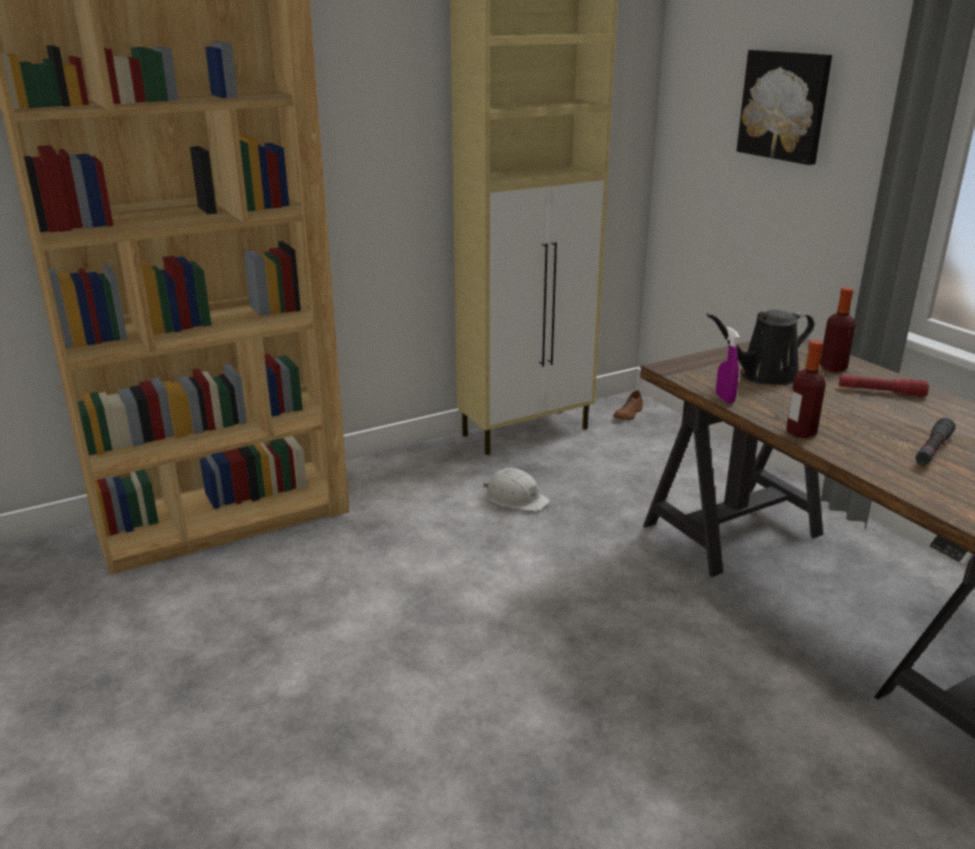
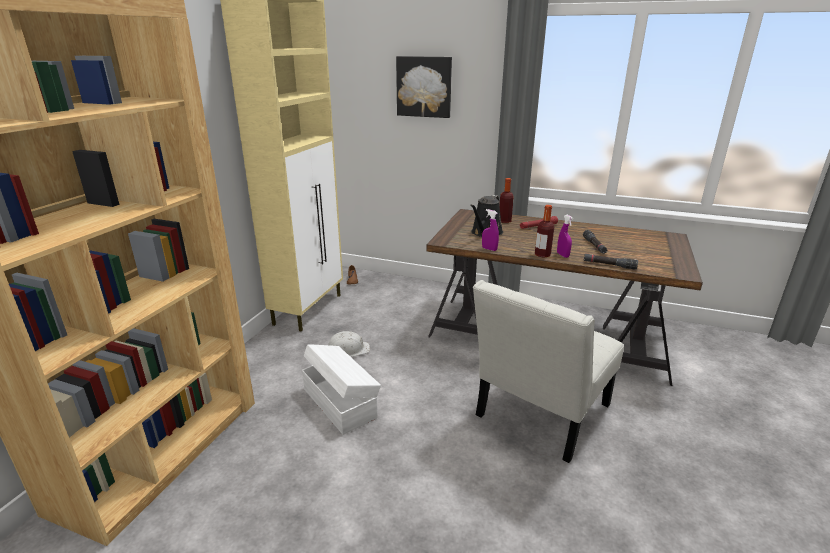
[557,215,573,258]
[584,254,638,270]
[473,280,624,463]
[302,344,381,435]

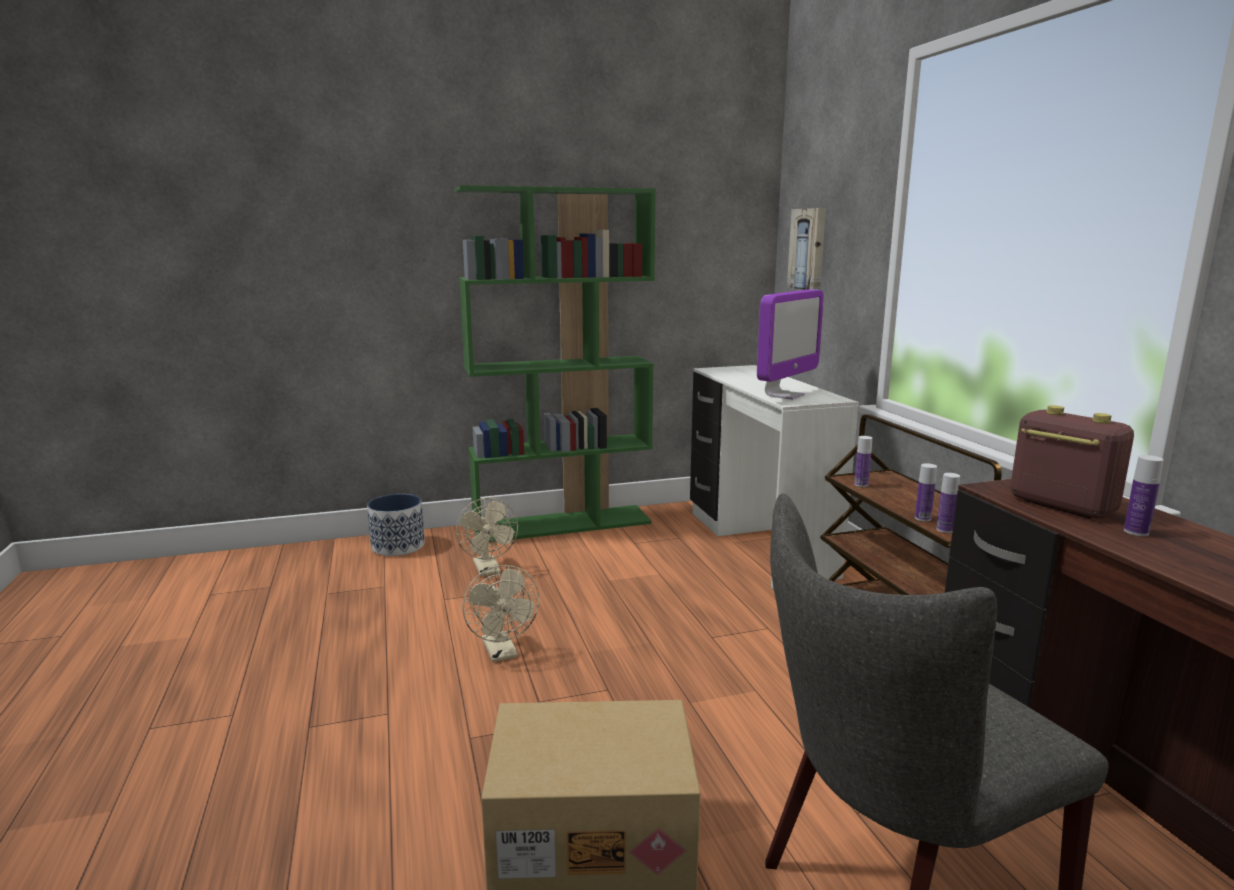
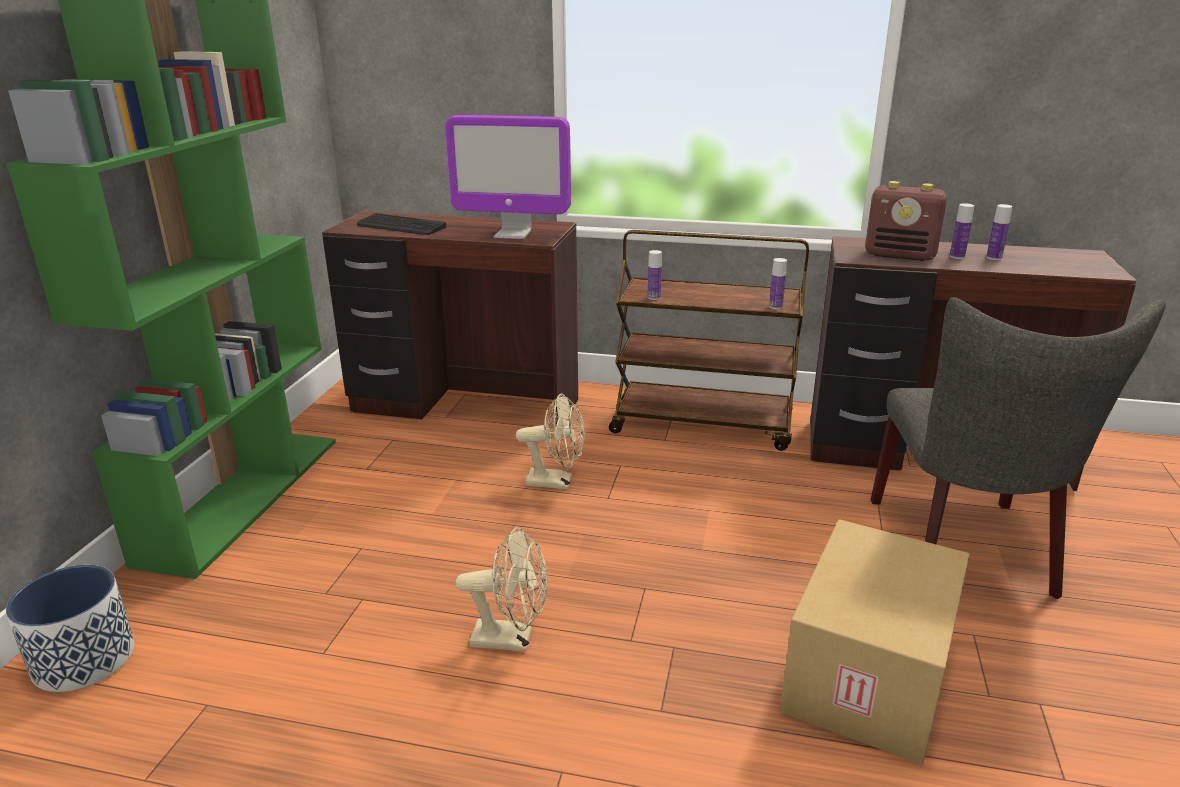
[787,208,826,290] (first image)
[445,115,571,239]
[322,211,578,425]
[865,181,947,261]
[986,204,1013,260]
[516,394,585,489]
[357,213,446,235]

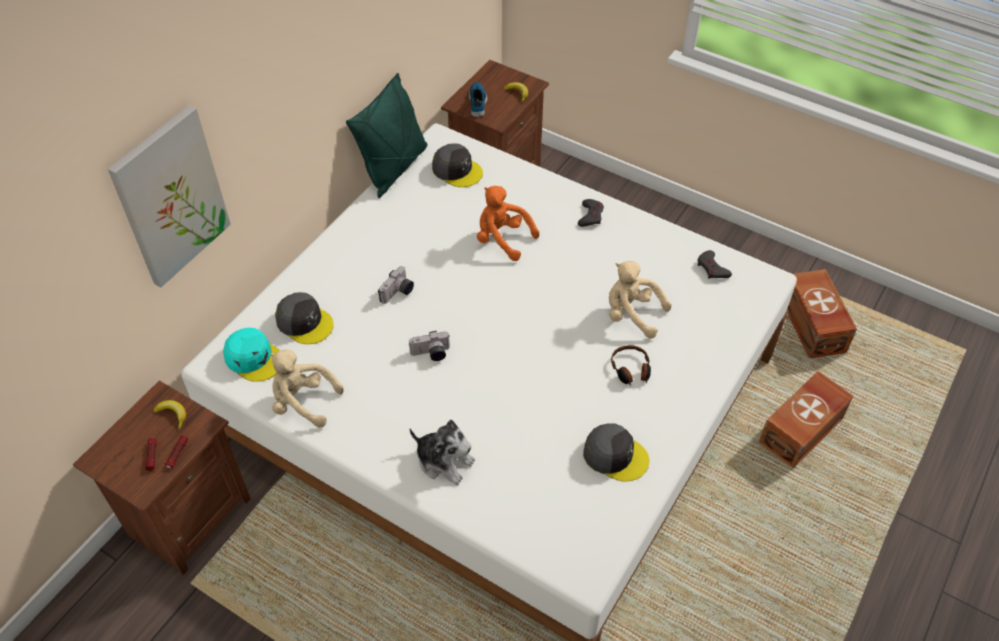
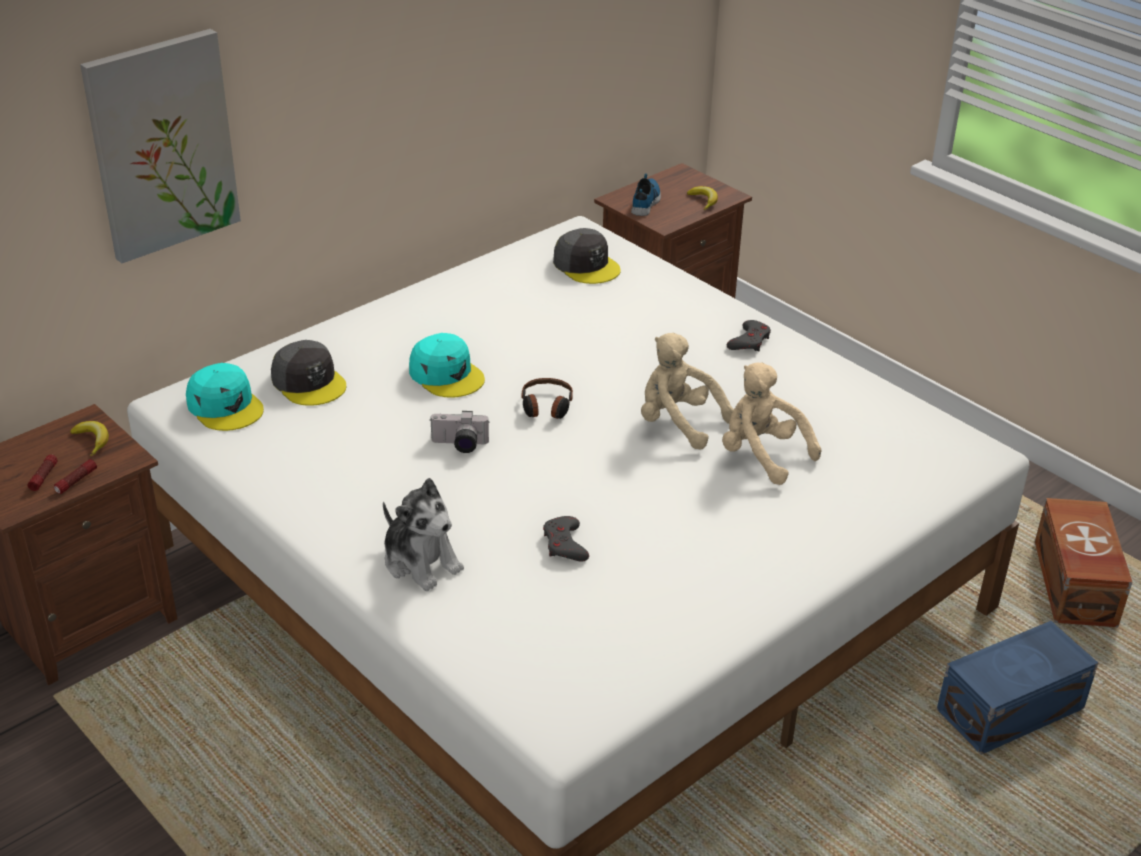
[346,73,427,198] (first image)
[477,186,539,261] (first image)
[543,516,589,562]
[409,333,485,398]
[522,378,573,419]
[641,333,734,450]
[937,621,1098,755]
[583,423,649,482] (first image)

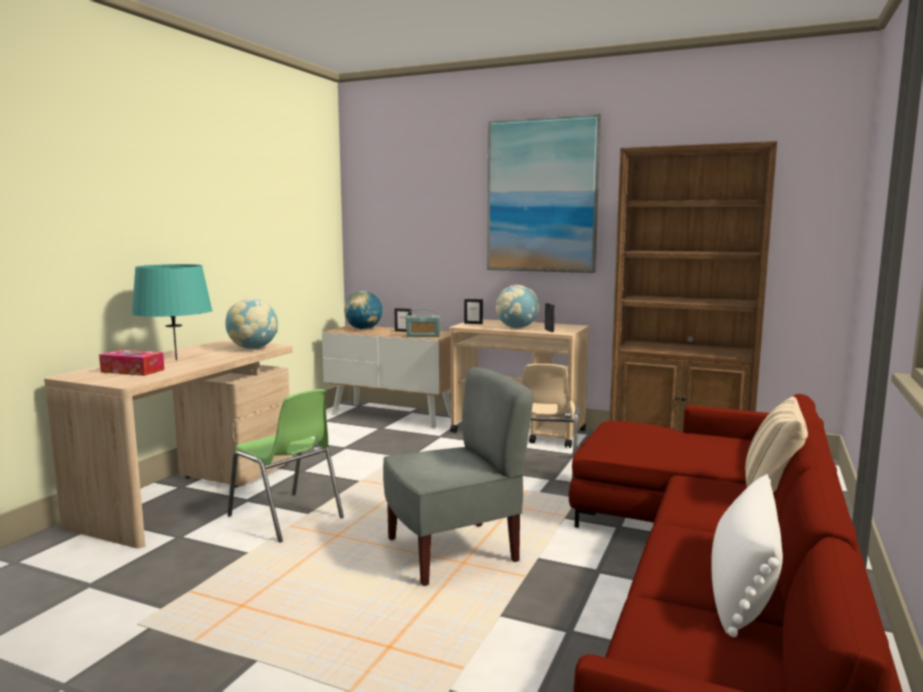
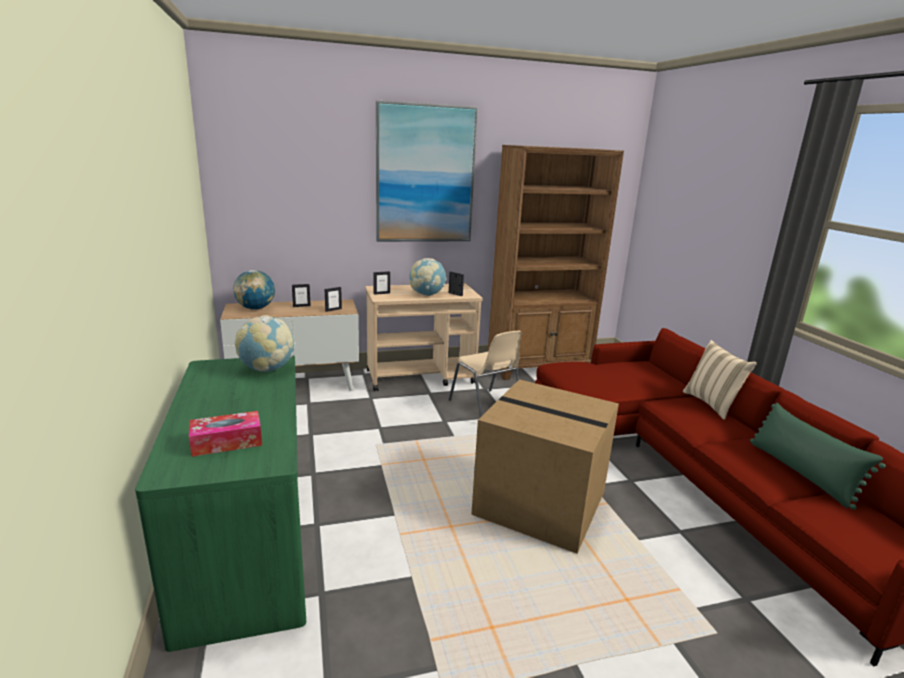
[131,264,212,360] (first image)
[325,287,342,312]
[135,355,306,652]
[471,379,619,554]
[227,389,344,542] (first image)
[750,403,886,510]

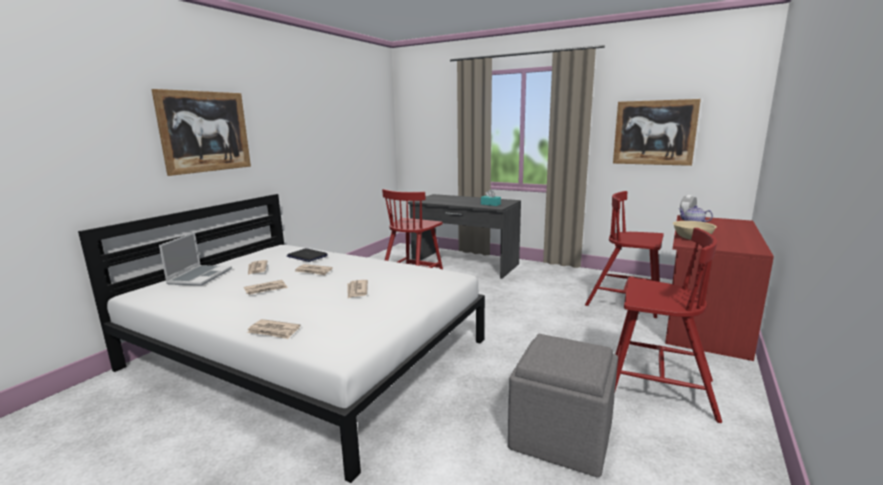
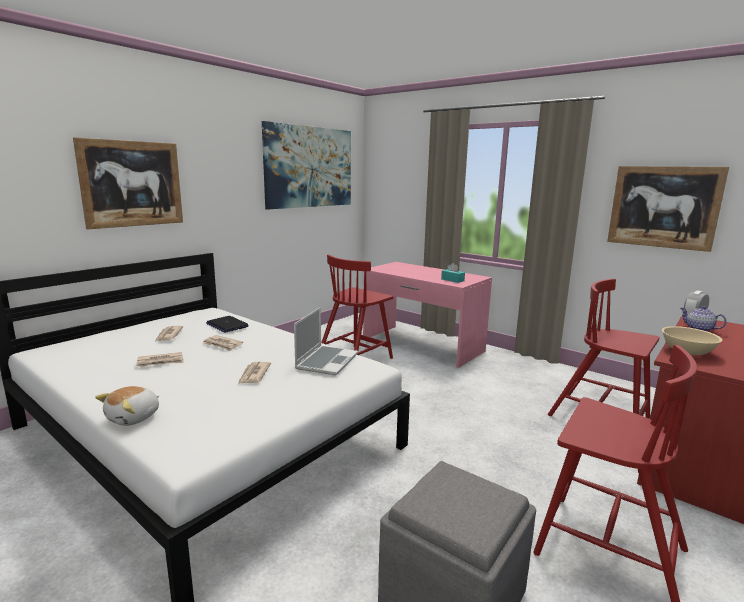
[362,262,492,368]
[294,307,358,376]
[95,386,159,426]
[262,121,351,210]

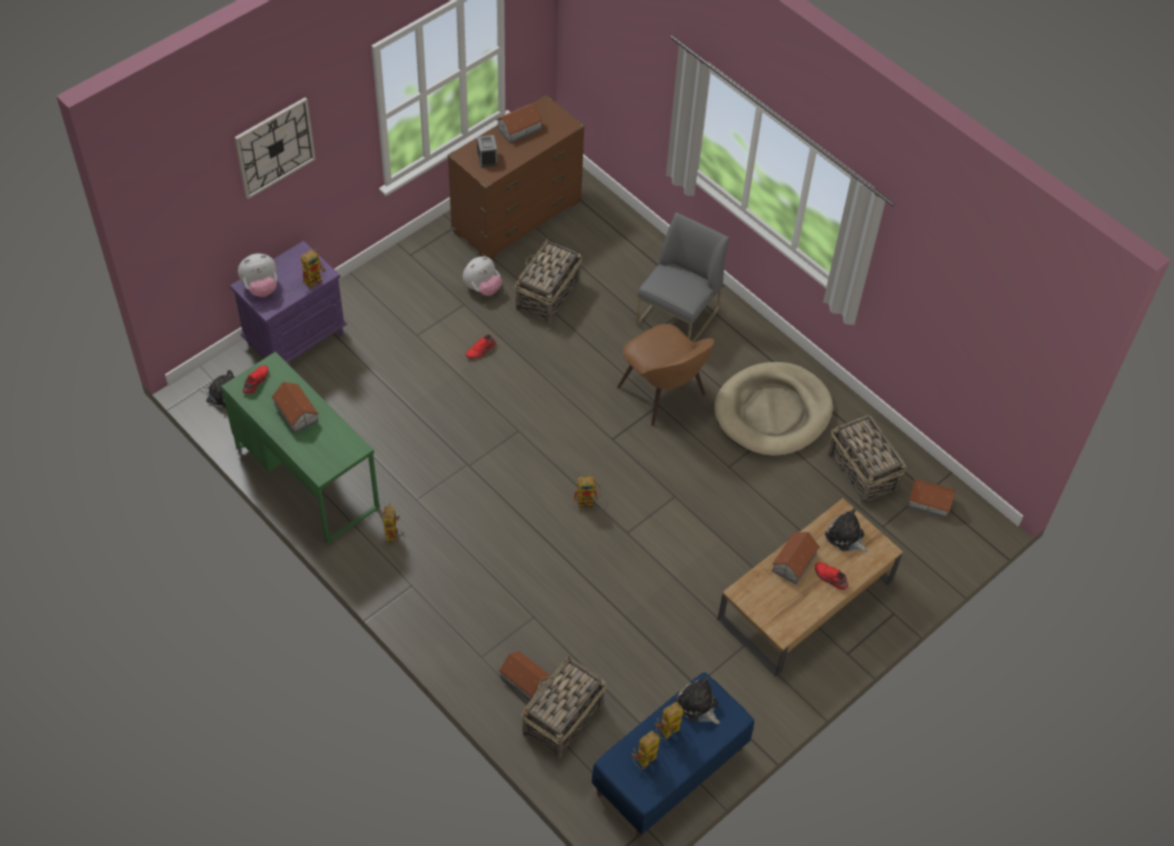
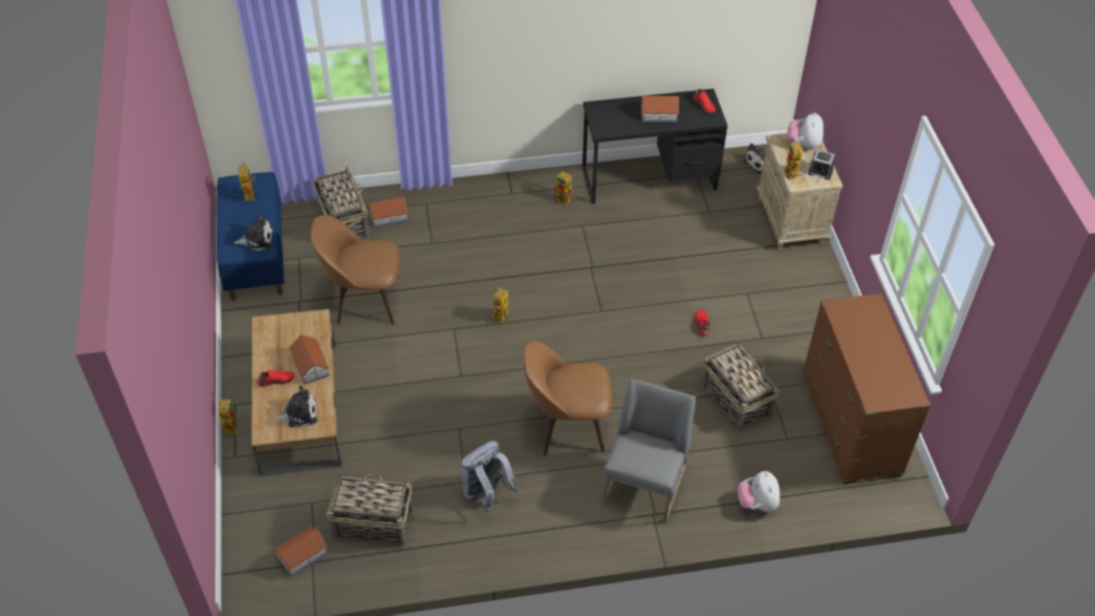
[235,97,316,199] (first image)
[496,103,543,143] (first image)
[808,150,836,180]
[603,378,696,522]
[756,133,843,250]
[737,471,780,512]
[582,89,728,204]
[461,441,519,512]
[218,396,238,435]
[311,215,399,324]

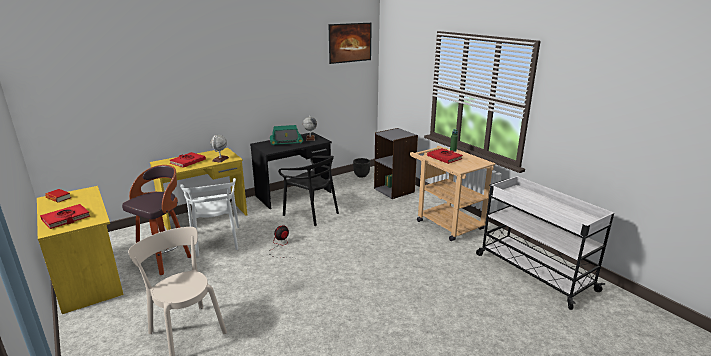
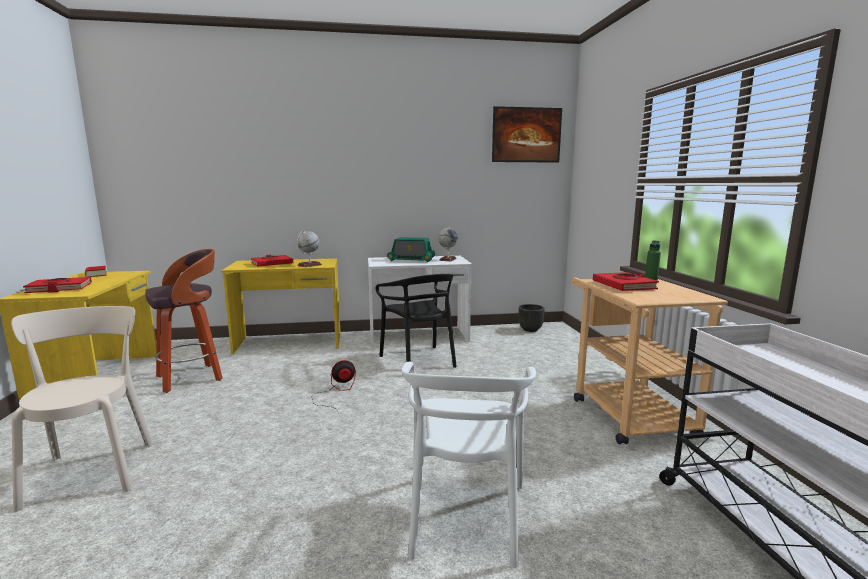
[374,128,418,199] (first image)
[368,256,472,347]
[402,362,536,568]

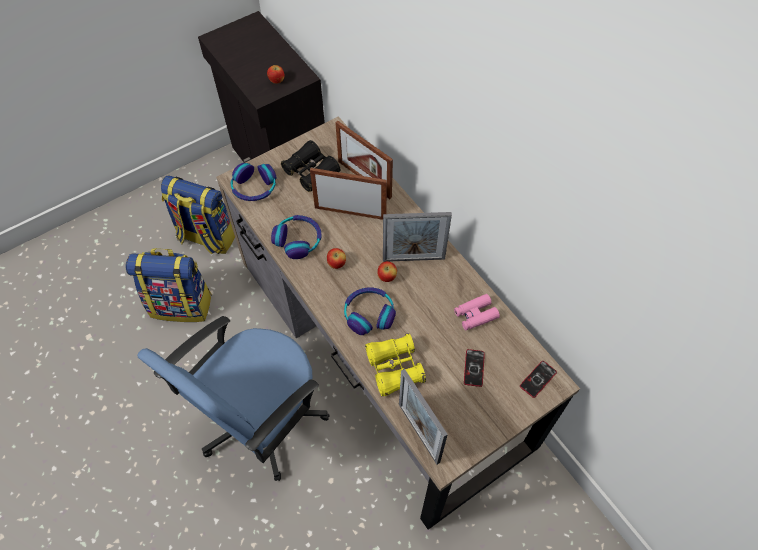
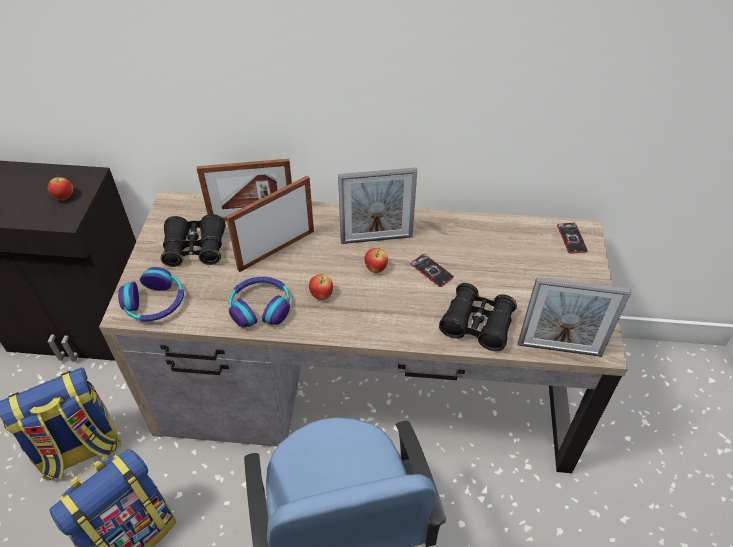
[338,167,417,244]
[344,287,396,335] (first image)
[454,294,500,330] (first image)
[439,283,517,351]
[410,254,454,287]

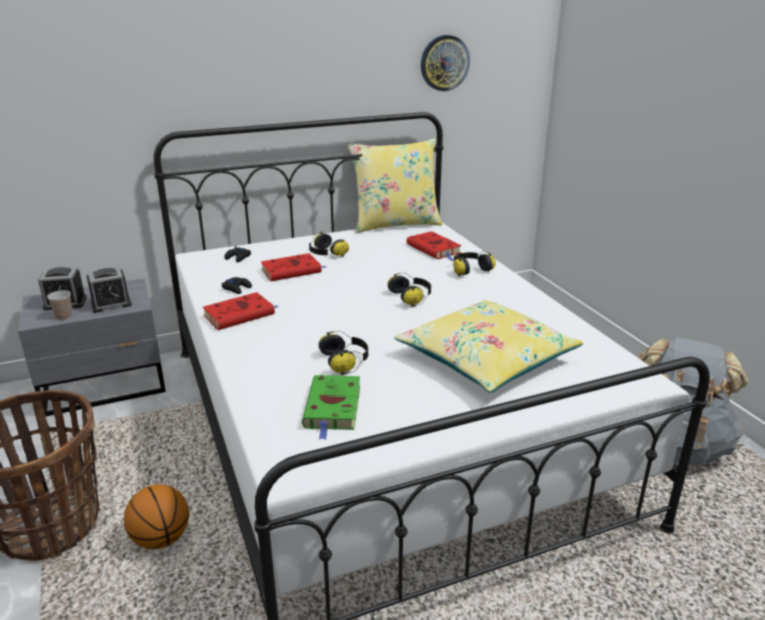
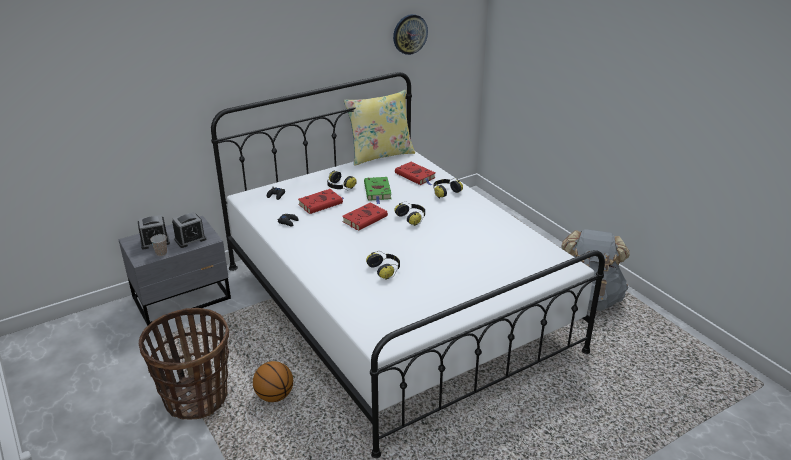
[342,203,388,231]
[395,300,583,393] (first image)
[364,177,391,204]

